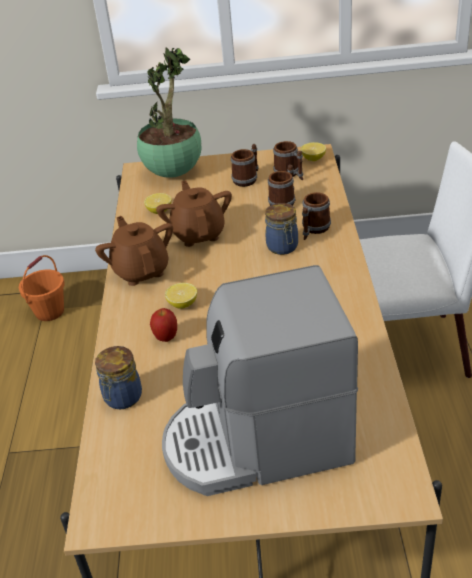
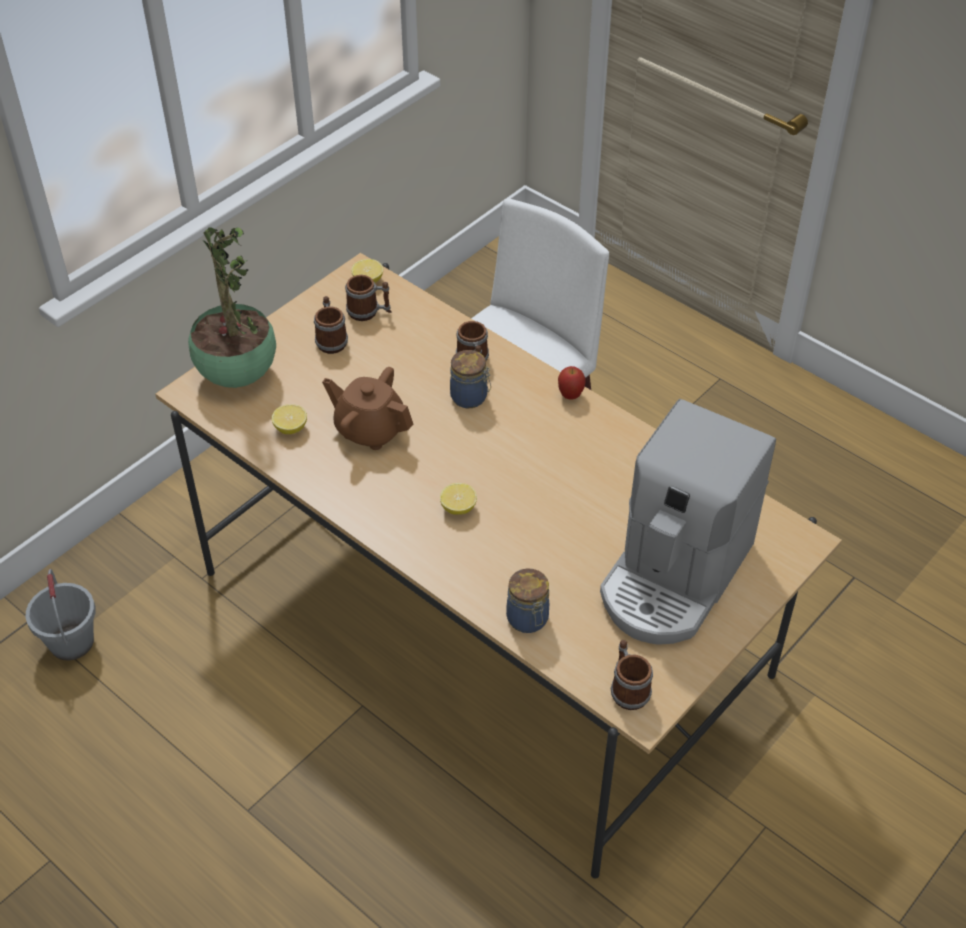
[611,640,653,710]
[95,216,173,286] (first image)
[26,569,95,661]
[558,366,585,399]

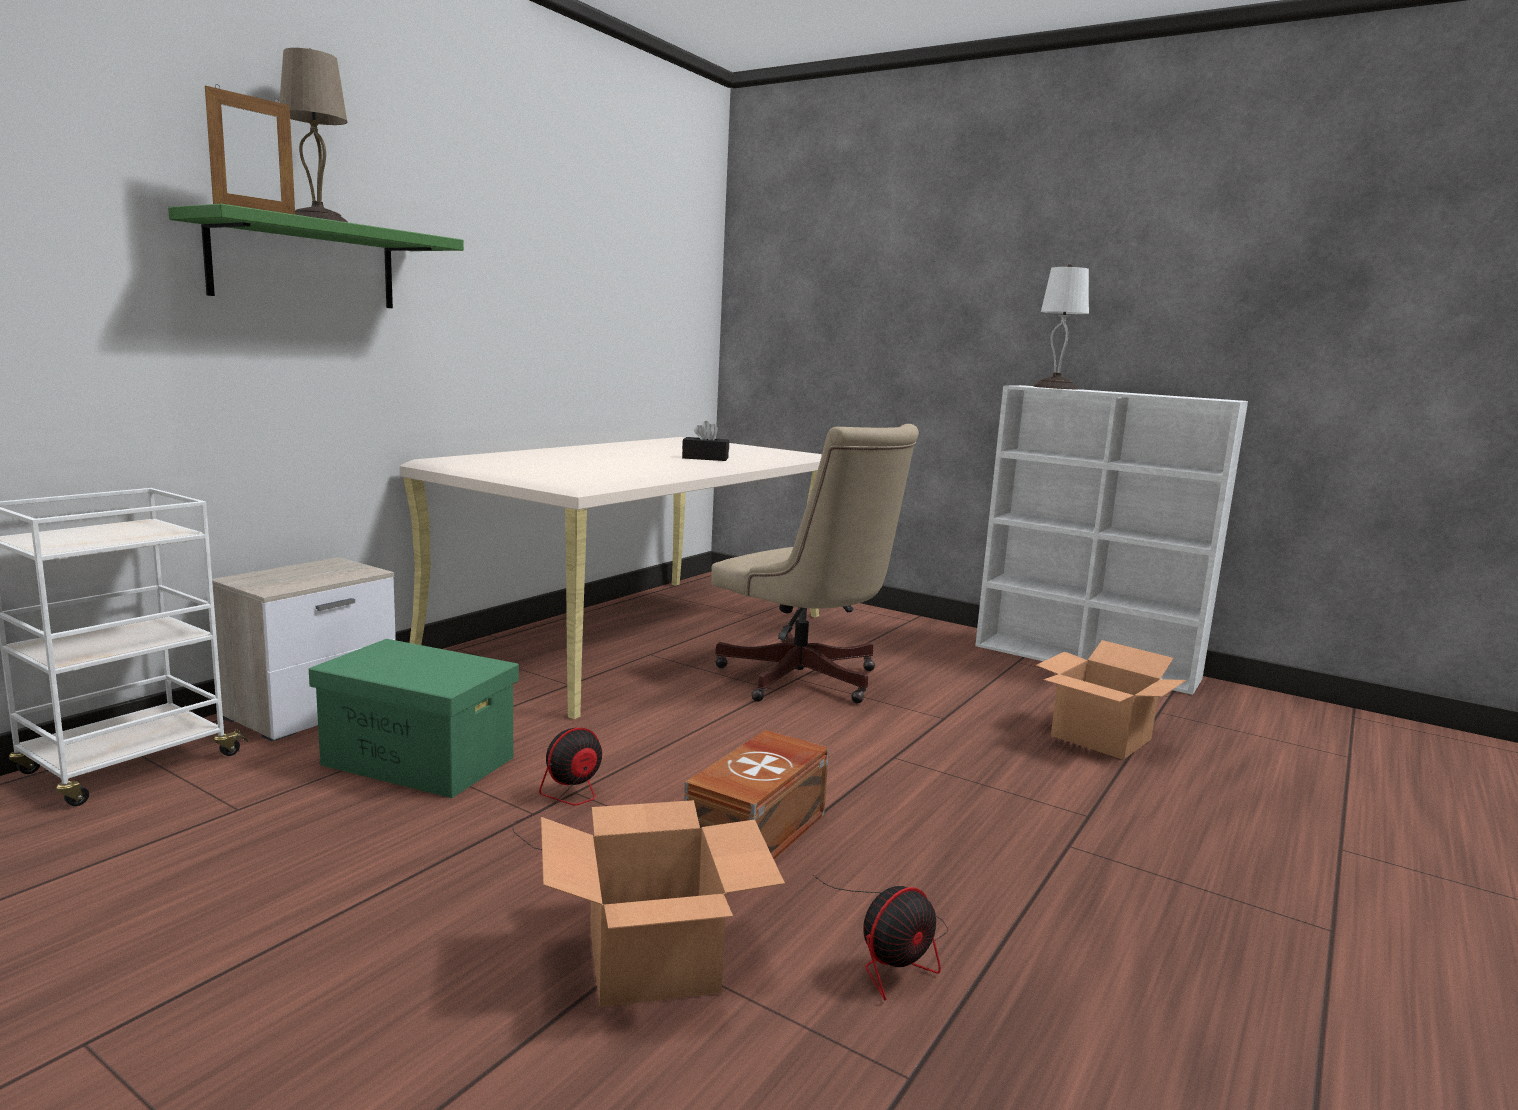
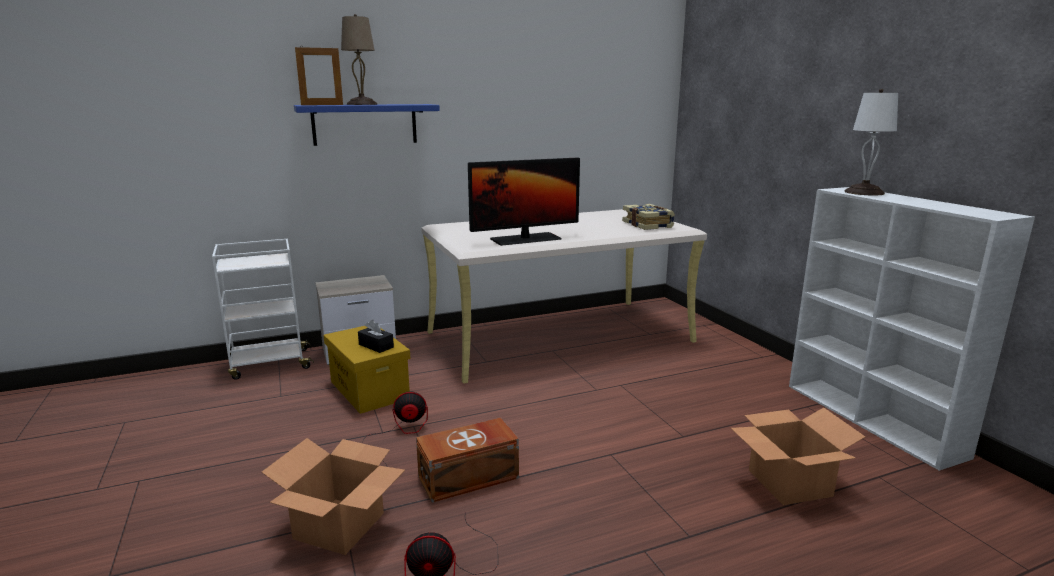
[294,104,440,146]
[358,320,394,353]
[711,424,919,703] (first image)
[324,326,410,414]
[468,157,580,246]
[622,204,675,230]

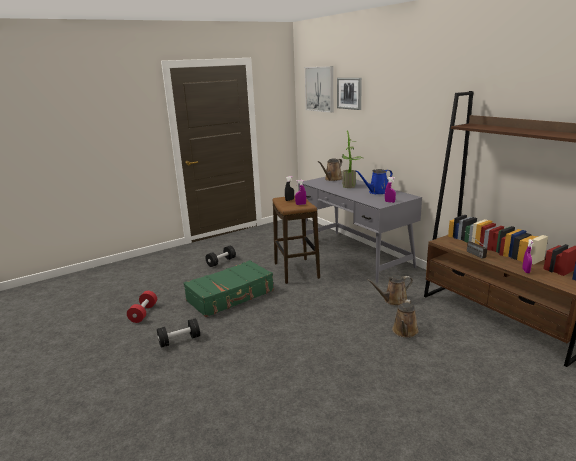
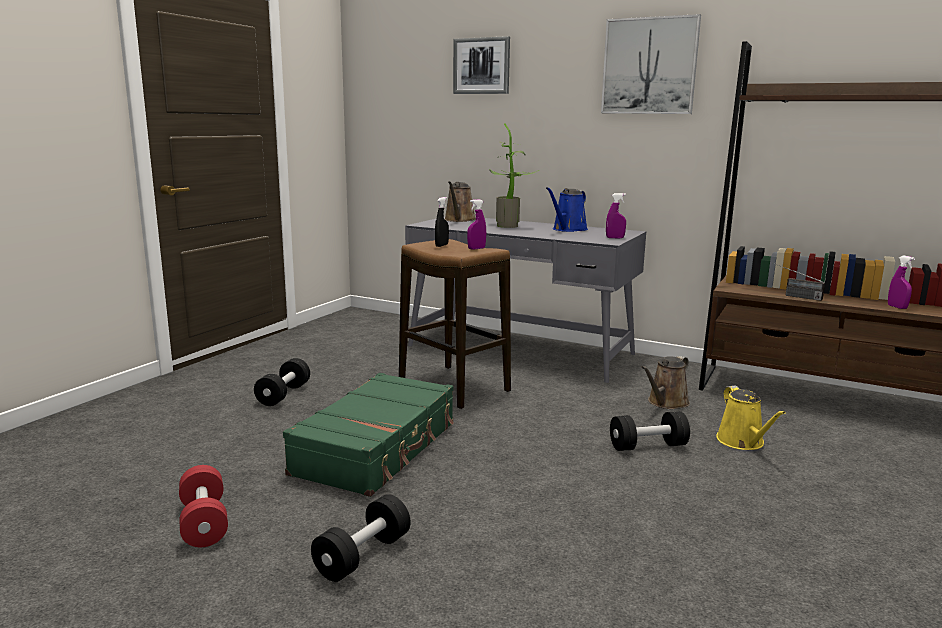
[601,14,701,114]
[716,386,786,450]
[610,411,690,451]

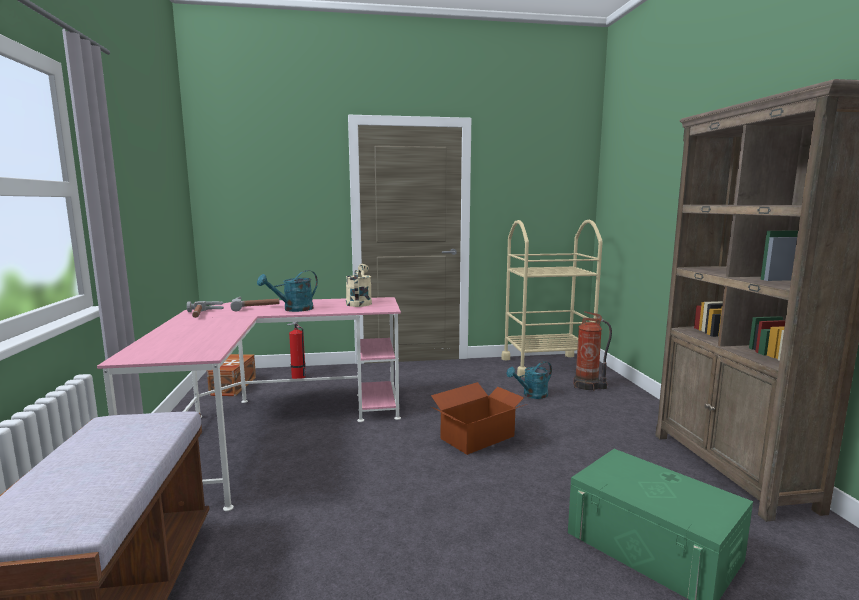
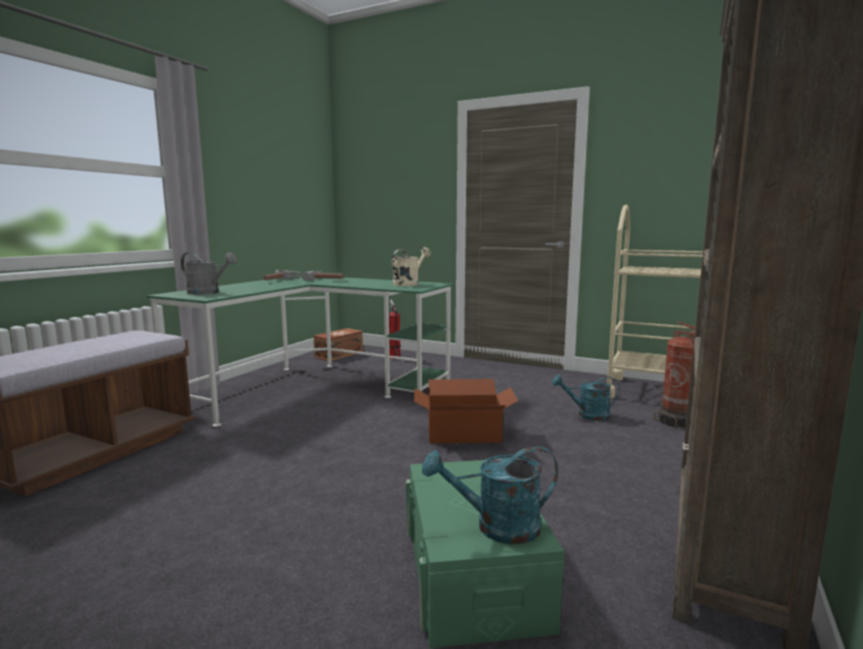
[422,446,558,544]
[146,277,454,427]
[181,252,237,295]

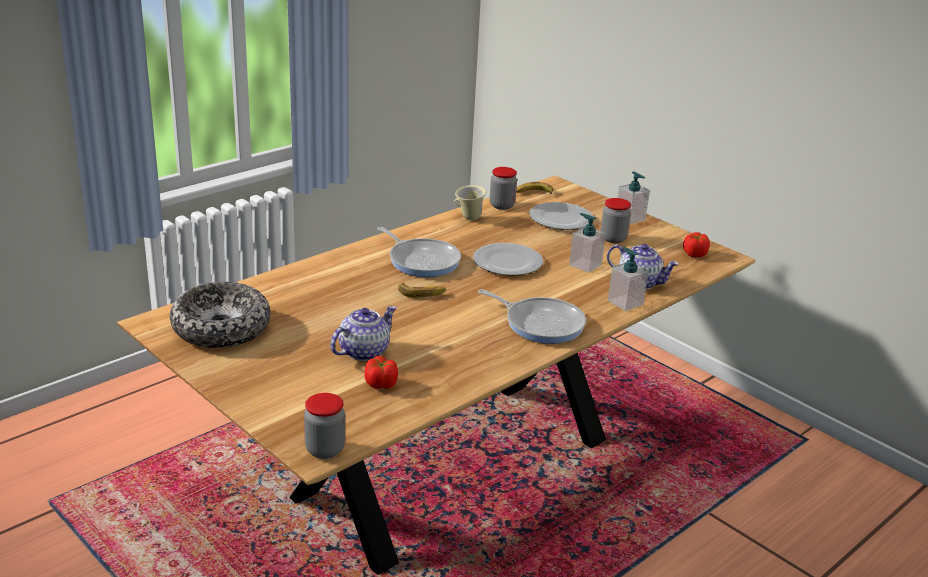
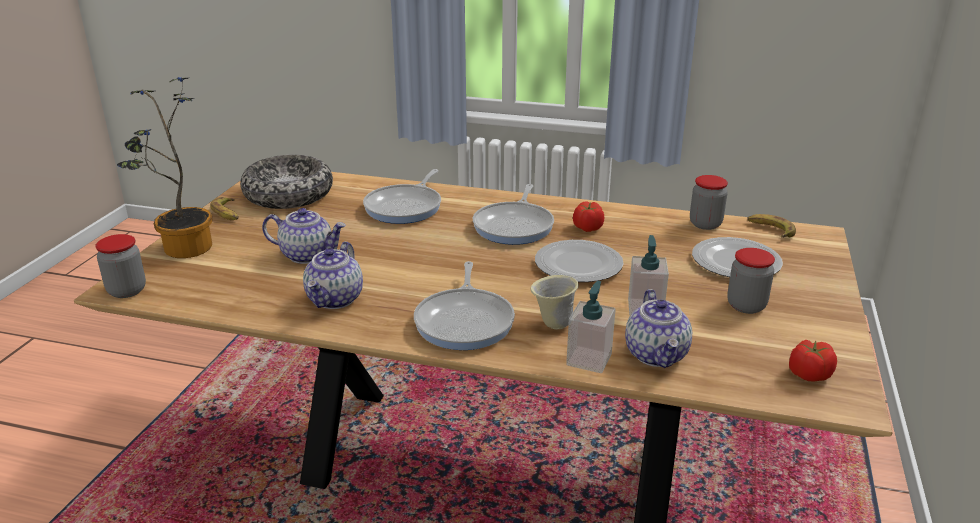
[618,171,650,224] (first image)
[530,275,579,329]
[210,197,239,220]
[573,201,604,232]
[117,77,212,258]
[363,169,441,224]
[303,242,363,309]

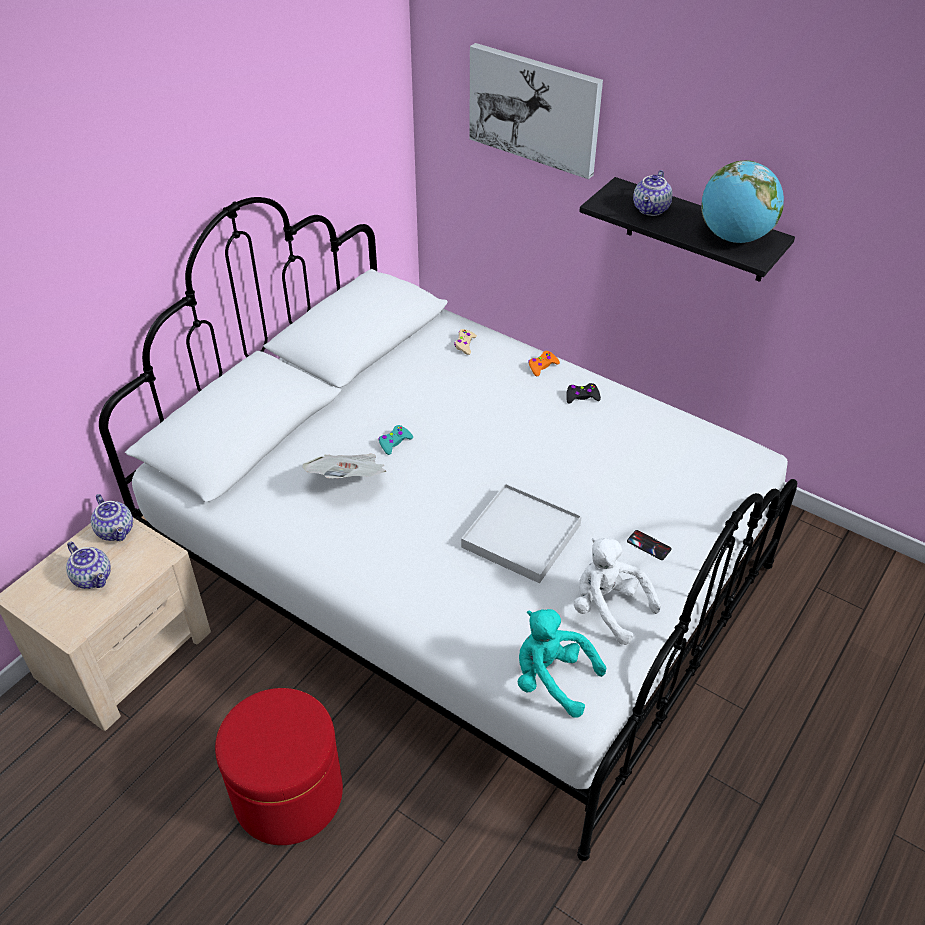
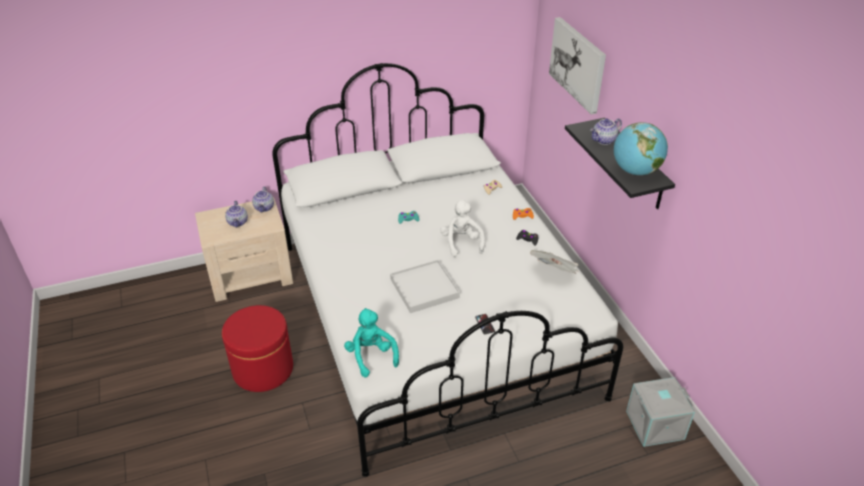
[530,250,578,274]
[440,200,485,257]
[626,377,695,447]

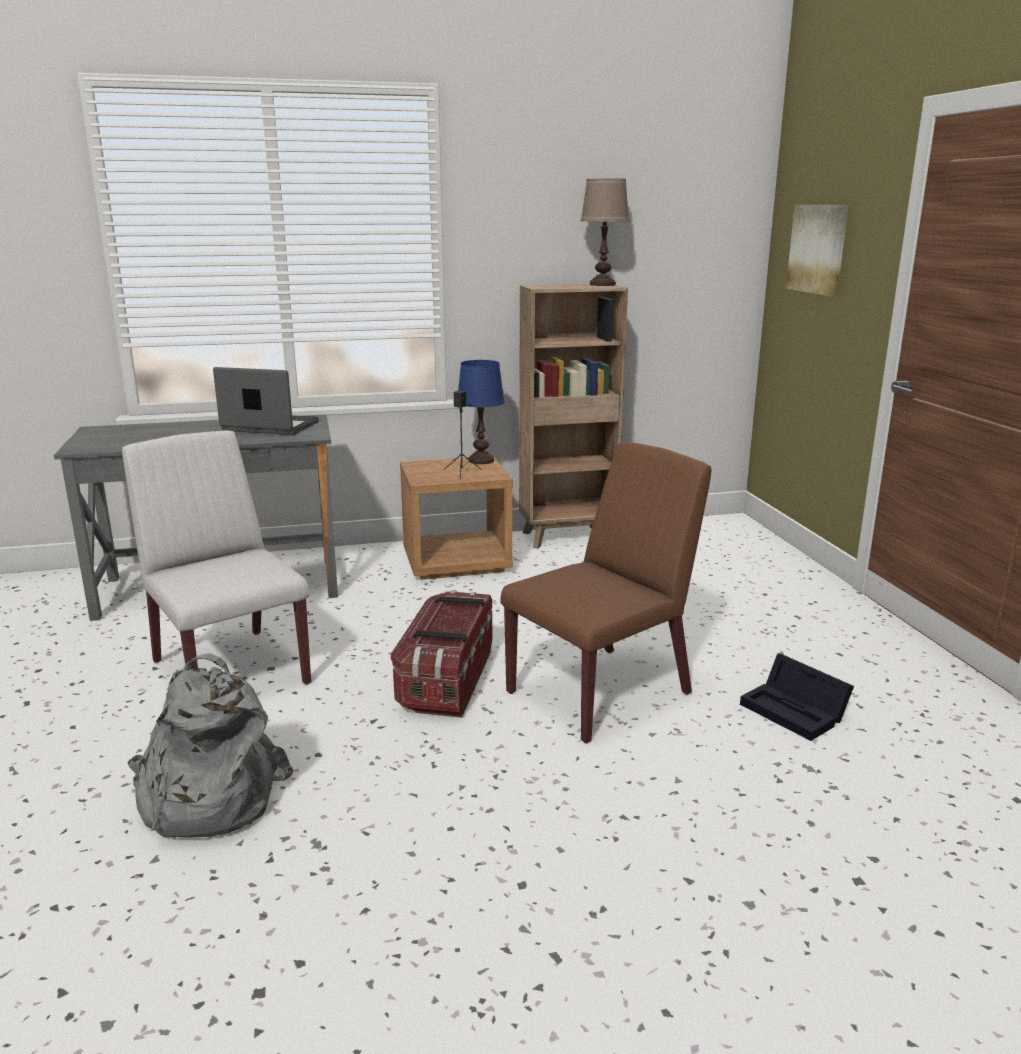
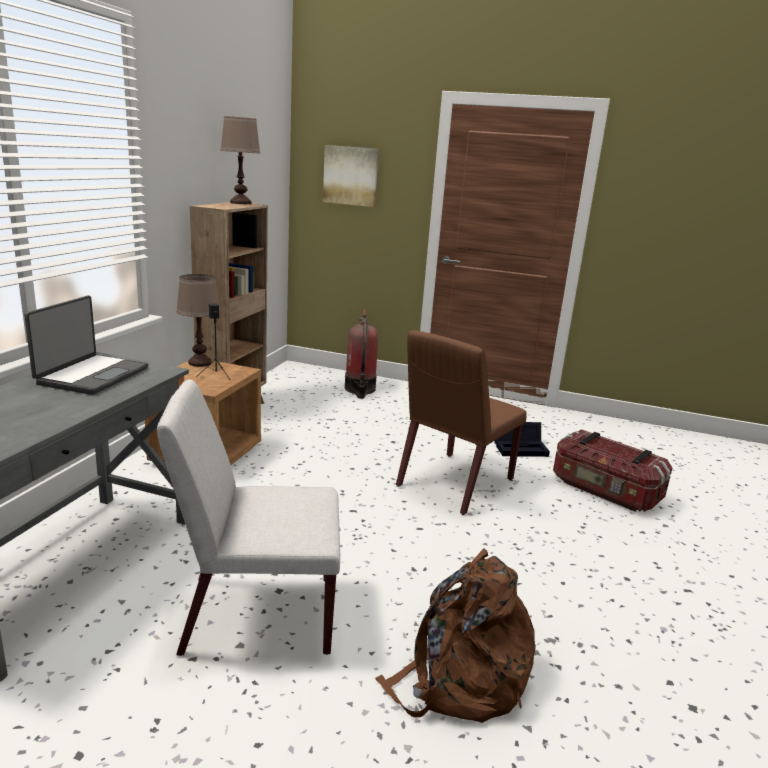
[176,274,221,367]
[24,295,149,395]
[396,330,527,515]
[553,429,672,512]
[375,548,536,723]
[345,309,378,399]

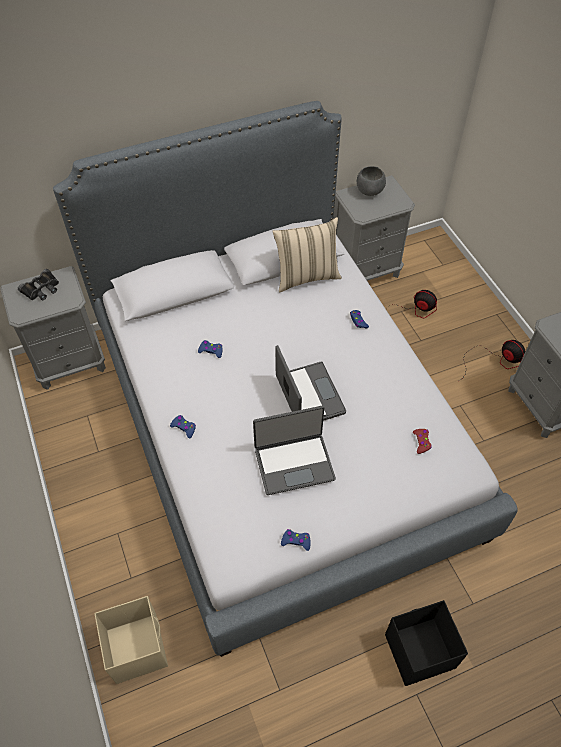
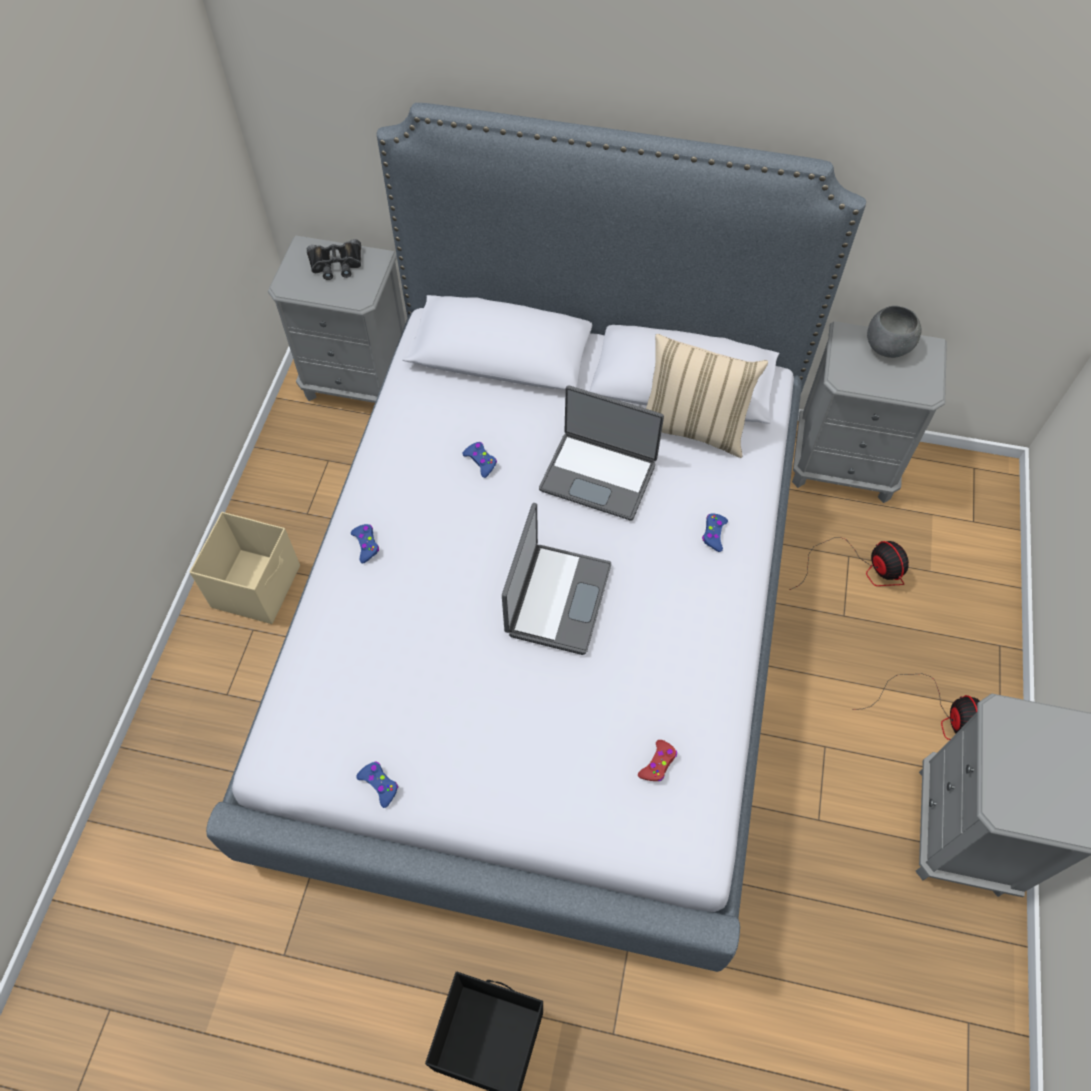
[539,385,664,521]
[190,512,300,624]

